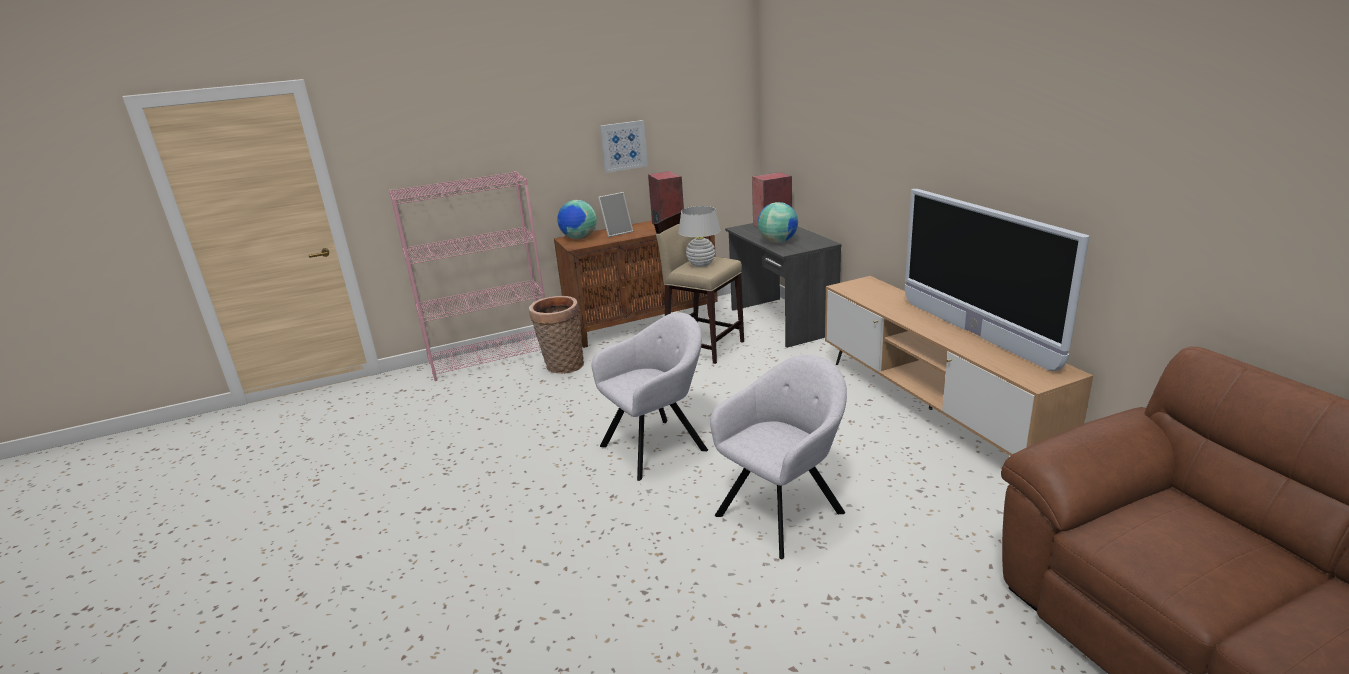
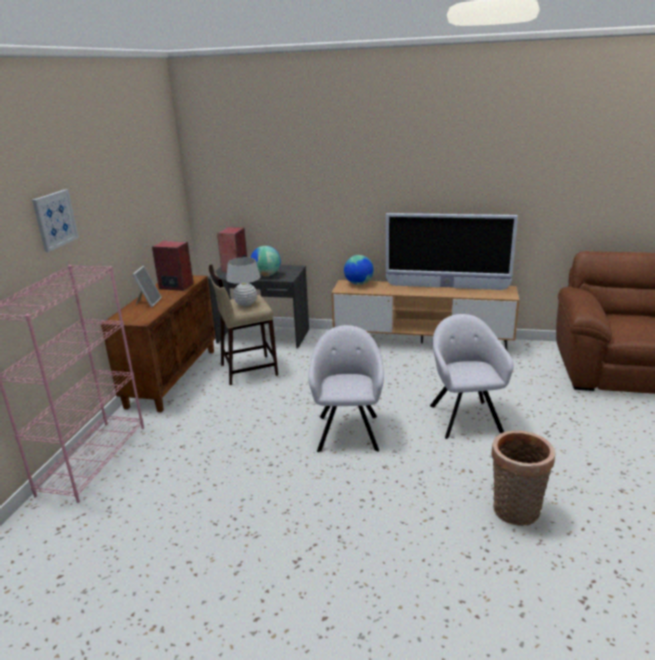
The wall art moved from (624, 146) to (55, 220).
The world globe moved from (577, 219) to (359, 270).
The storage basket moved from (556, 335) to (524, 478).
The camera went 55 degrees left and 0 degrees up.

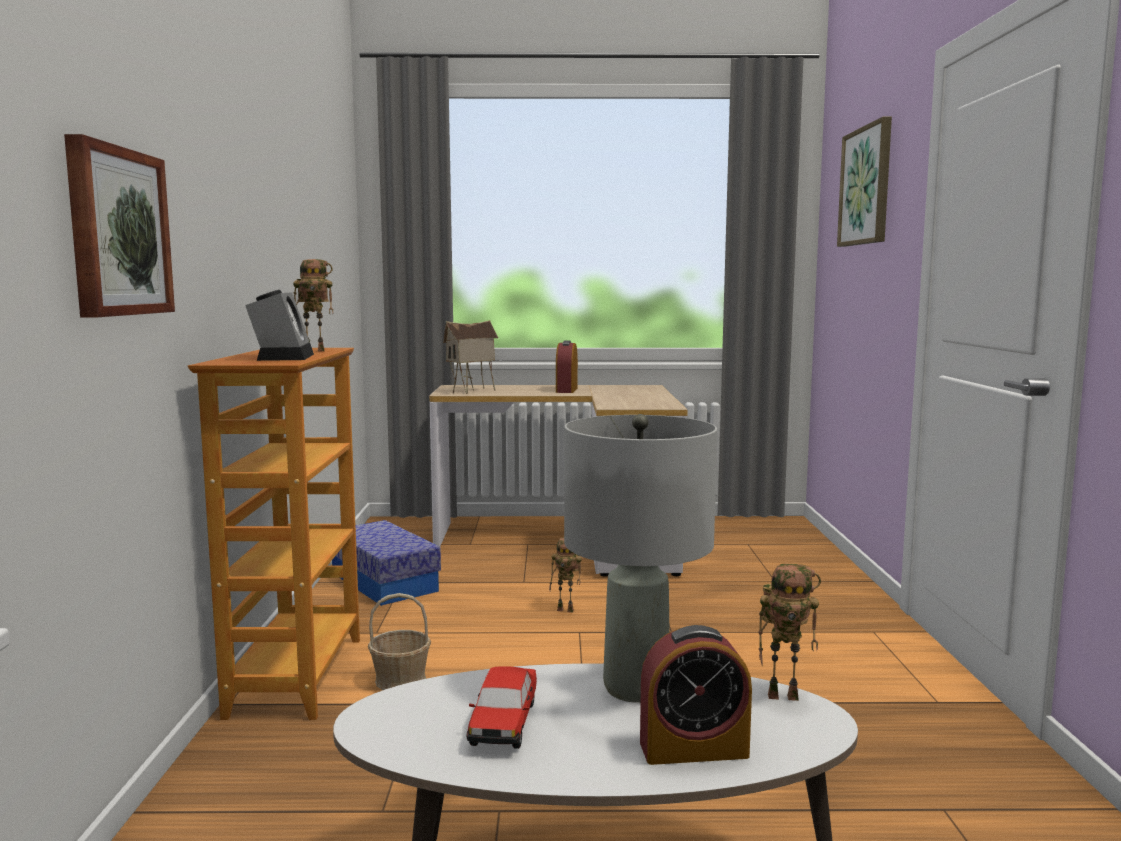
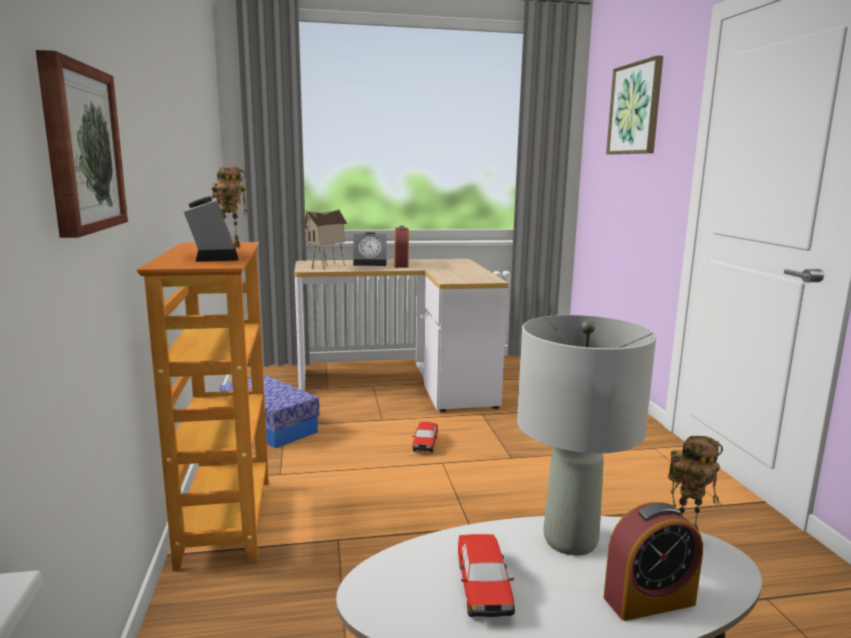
The table clock at (370, 249) appeared.
The robot figure at (565, 575) was replaced by the toy car at (425, 437).
The storage basket at (399, 641) disappeared.
The camera went 10 degrees left and 5 degrees up.

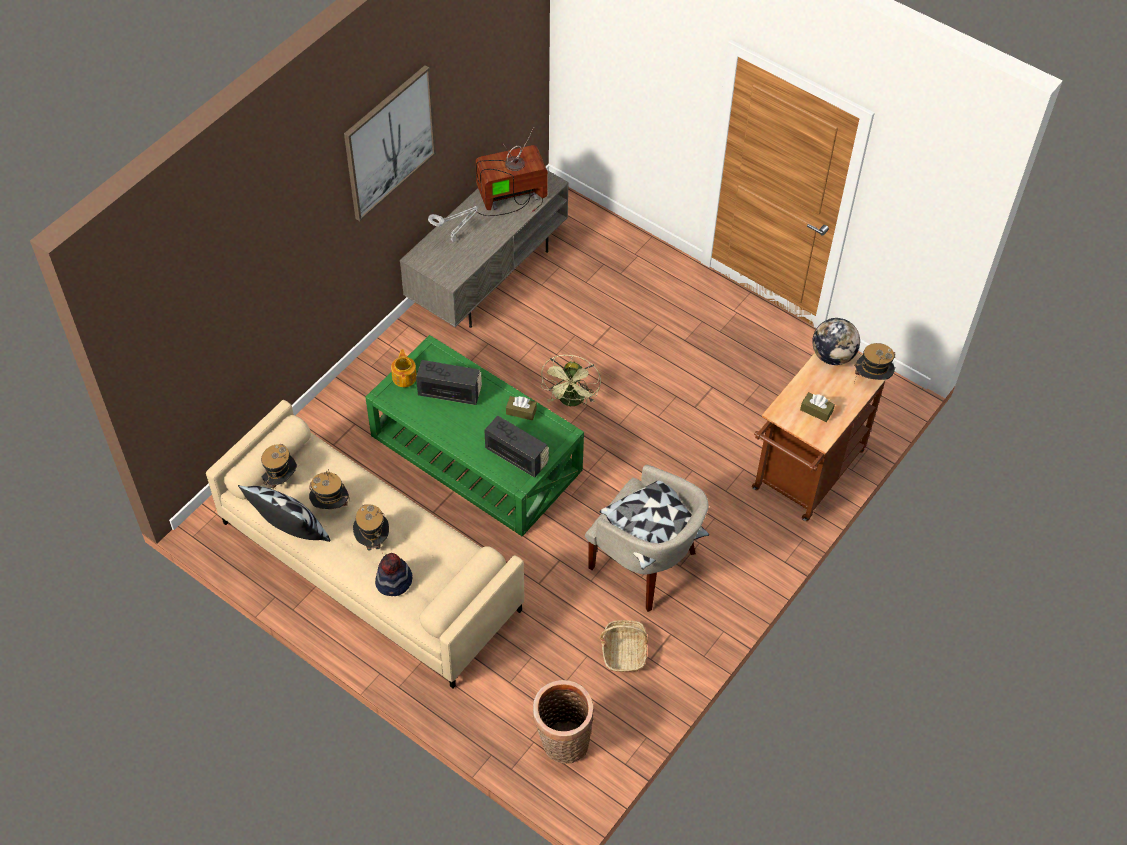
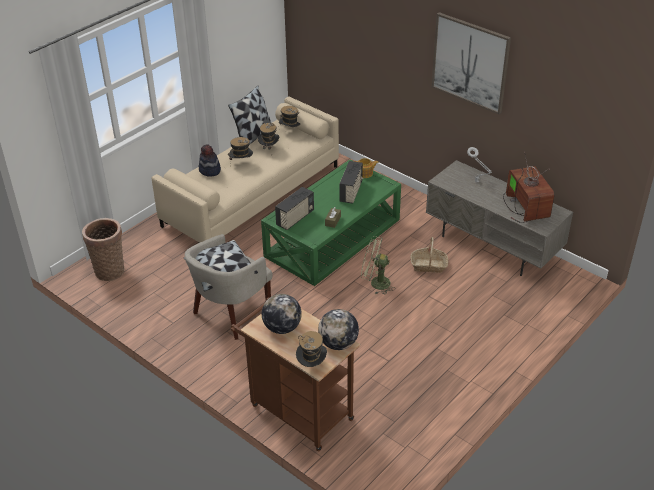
The brown tissue box at (817, 407) was replaced by the world globe at (282, 314).
The storage basket moved from (624, 646) to (429, 255).
The camera went 95 degrees right and 15 degrees down.

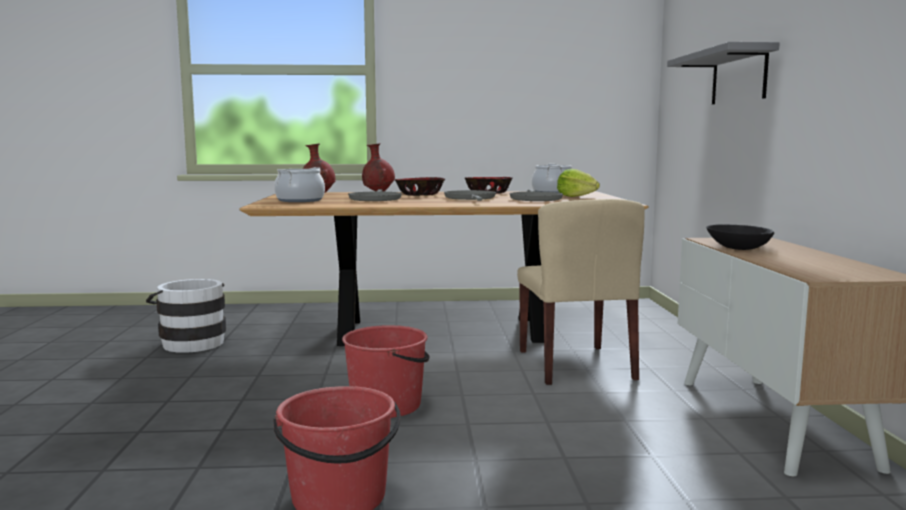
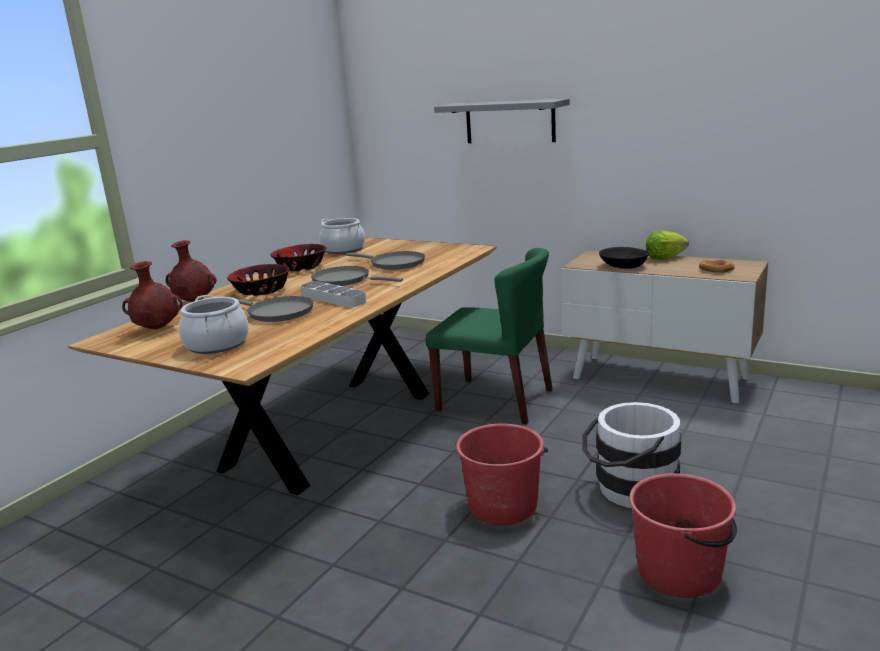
The greyish serving tray at (333, 294) appeared.
The beige chair at (581, 292) became the green chair at (489, 336).
The white bucket moved from (186, 316) to (632, 455).
The head of lettuce moved from (578, 183) to (667, 245).
The bread at (717, 266) appeared.
The camera went 55 degrees left and 10 degrees up.

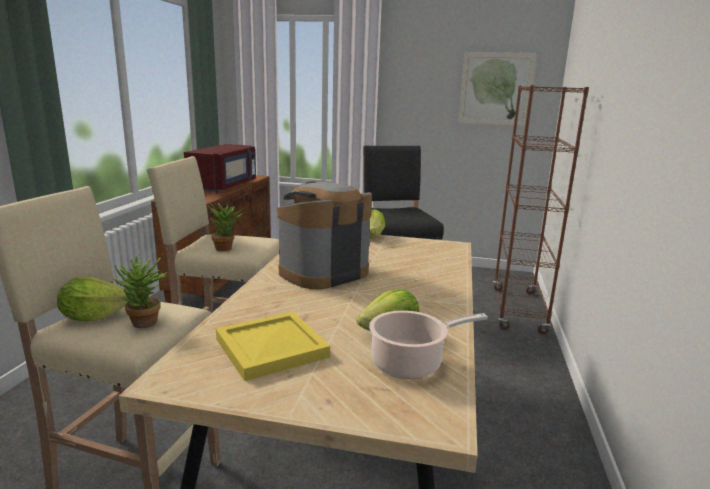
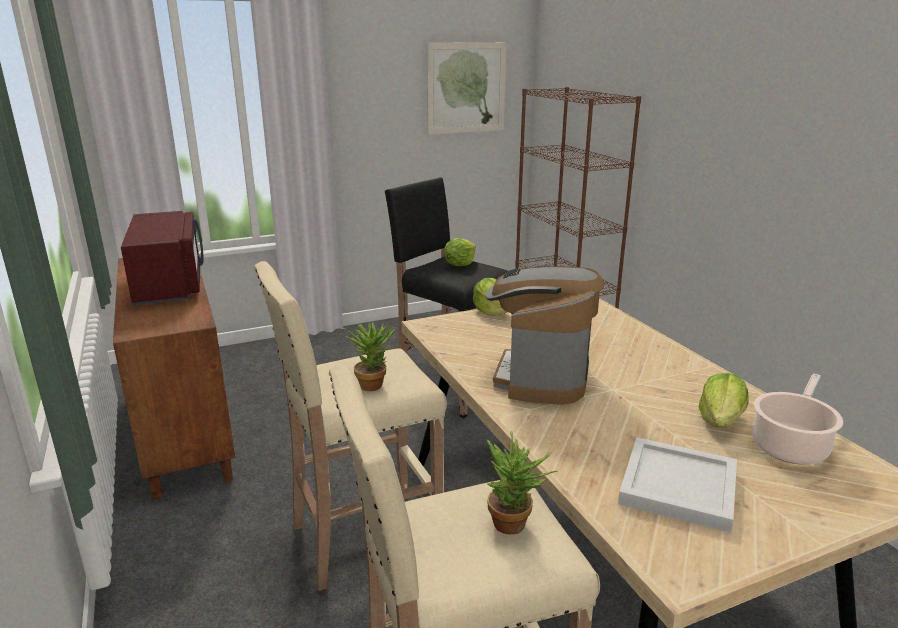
The head of lettuce moved from (94, 299) to (460, 252).
The yellow serving tray at (273, 346) became the white serving tray at (677, 485).
The camera went 35 degrees left and 5 degrees up.

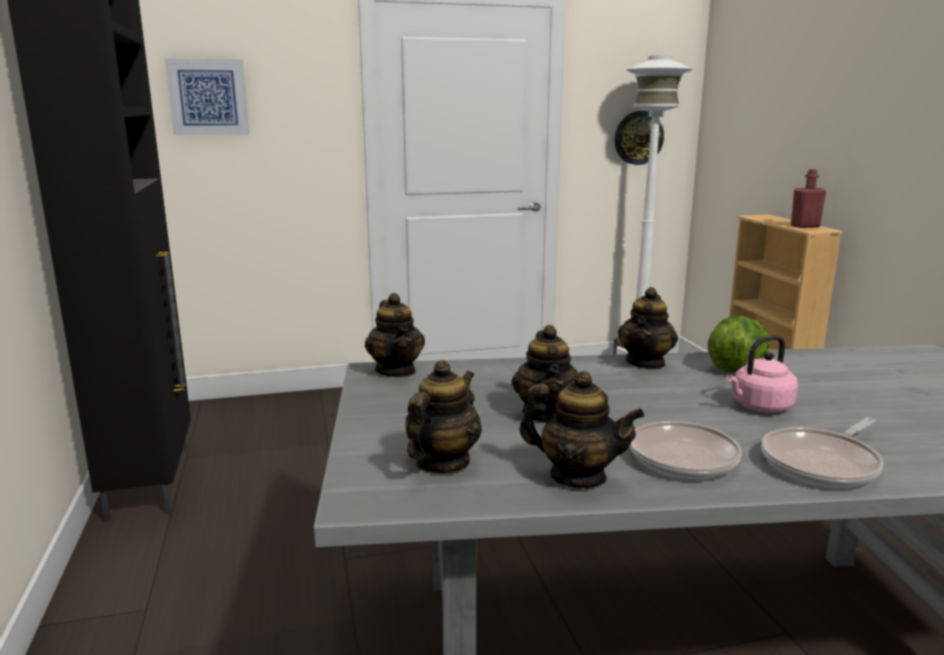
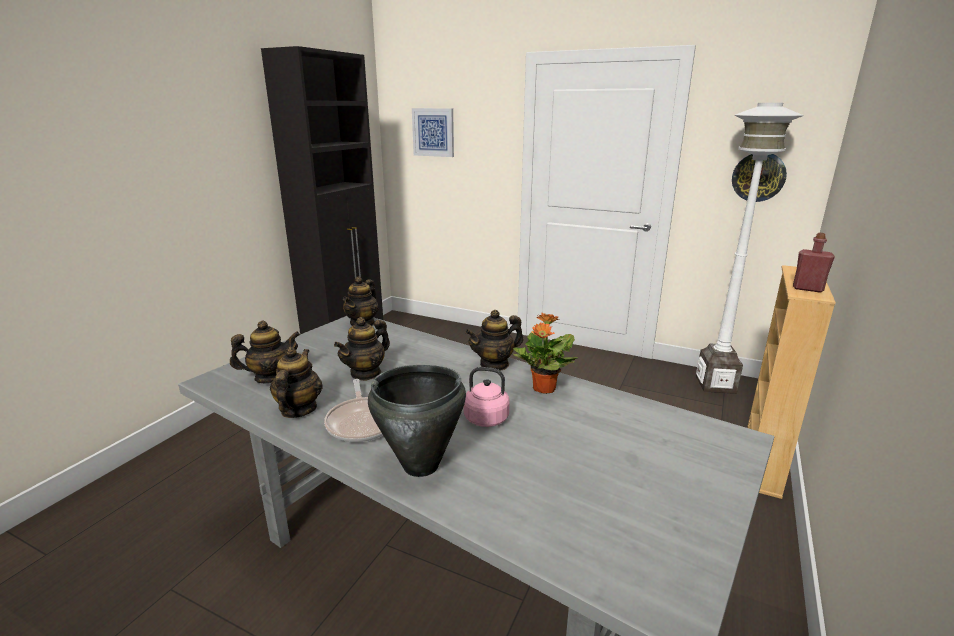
The teapot at (582, 429) turned 150 degrees counterclockwise.
The pan at (822, 452) was replaced by the black stockpot at (417, 421).
The head of lettuce at (739, 344) was replaced by the potted plant at (545, 353).
The camera went 40 degrees right and 5 degrees up.

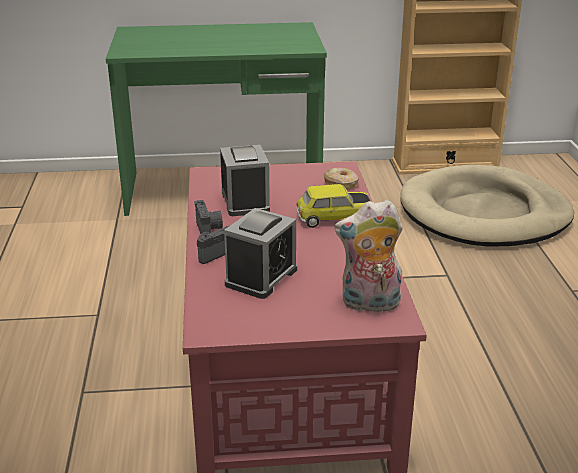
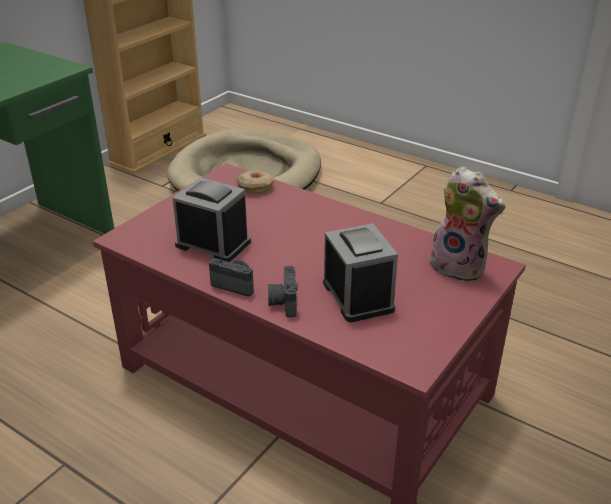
The soft toy at (368, 256) turned 90 degrees counterclockwise.
The toy car at (333, 206) disappeared.
The camera went 50 degrees left and 5 degrees up.

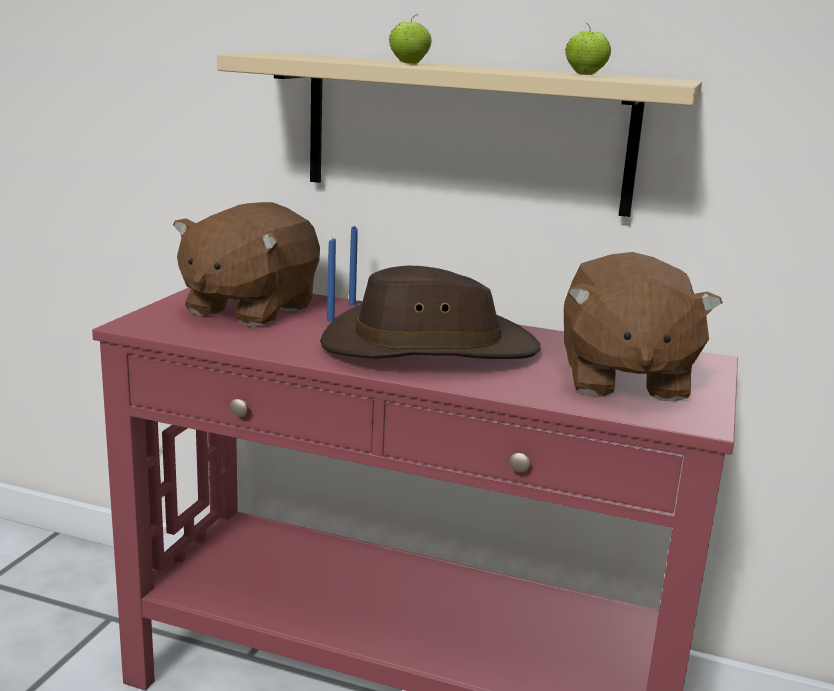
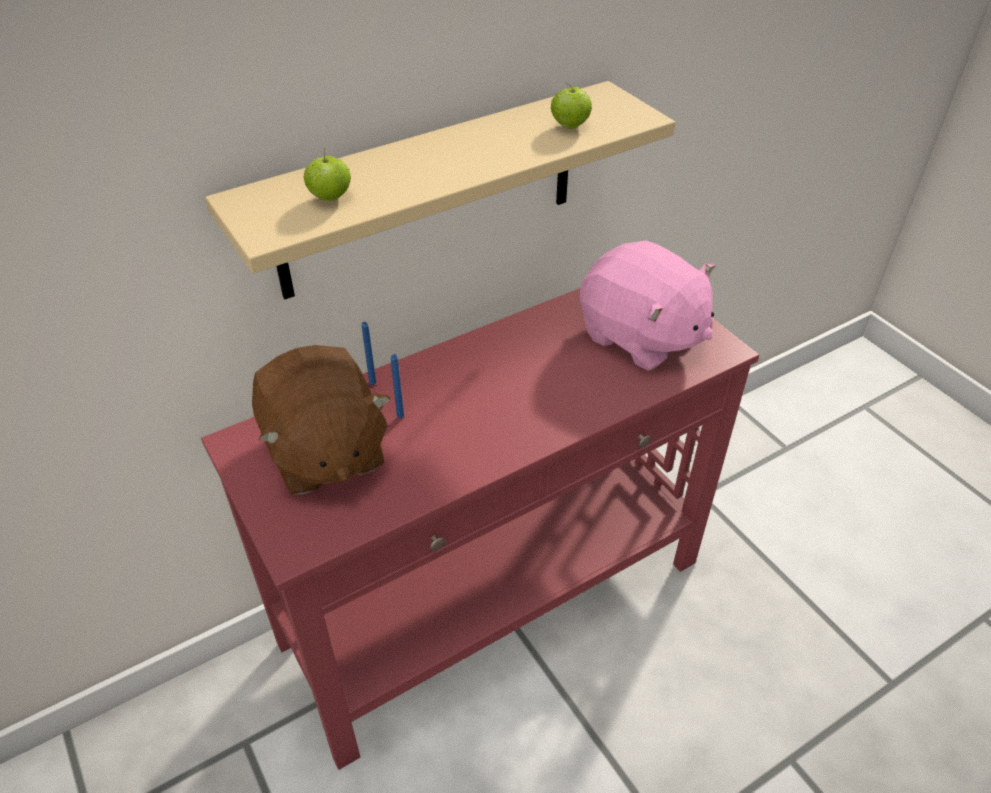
The apple moved from (410, 39) to (327, 174).
The brown soft toy at (643, 327) became the pink soft toy at (647, 305).
The brown hat at (430, 312) disappeared.
The camera went 50 degrees left and 25 degrees up.

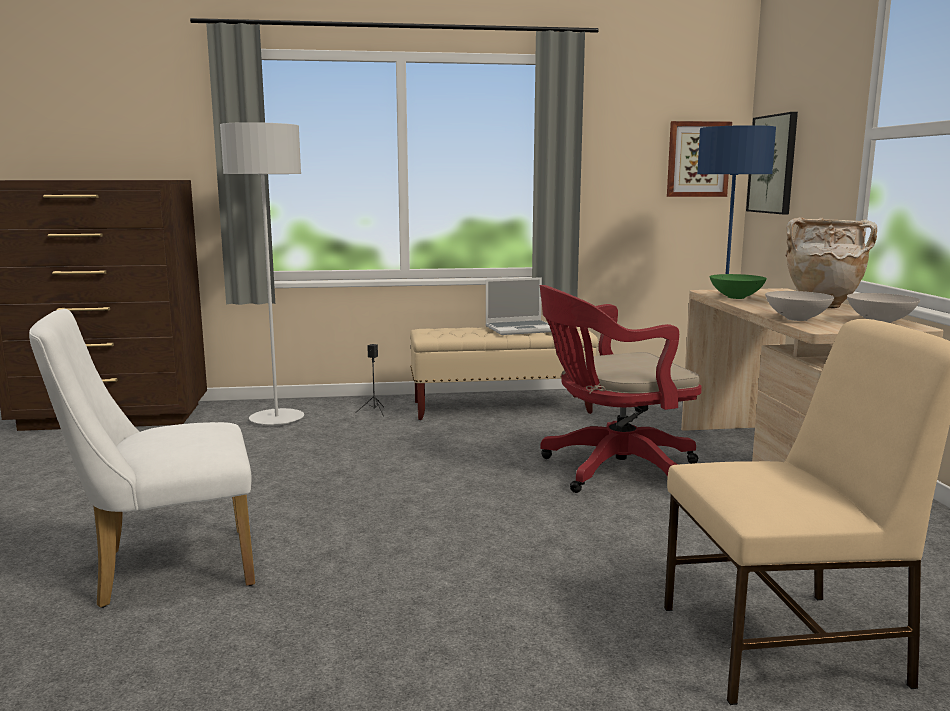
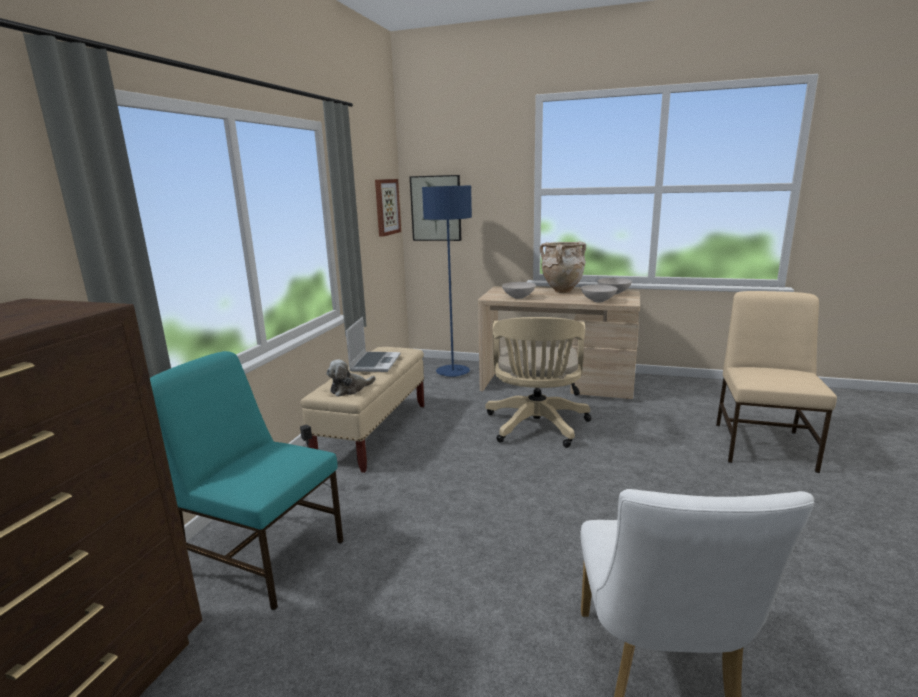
The greyish floor lamp at (262, 274) was replaced by the turquoise-coloured chair at (246, 481).
The soft toy at (351, 378) appeared.
The red office chair at (621, 389) became the beige office chair at (538, 382).
The green deep dish at (738, 286) became the white deep dish at (519, 290).
The camera went 65 degrees left and 5 degrees up.

